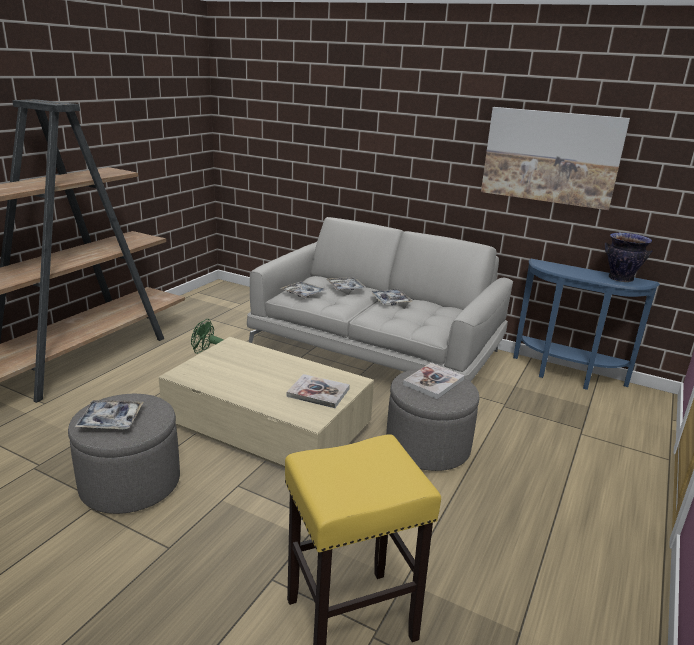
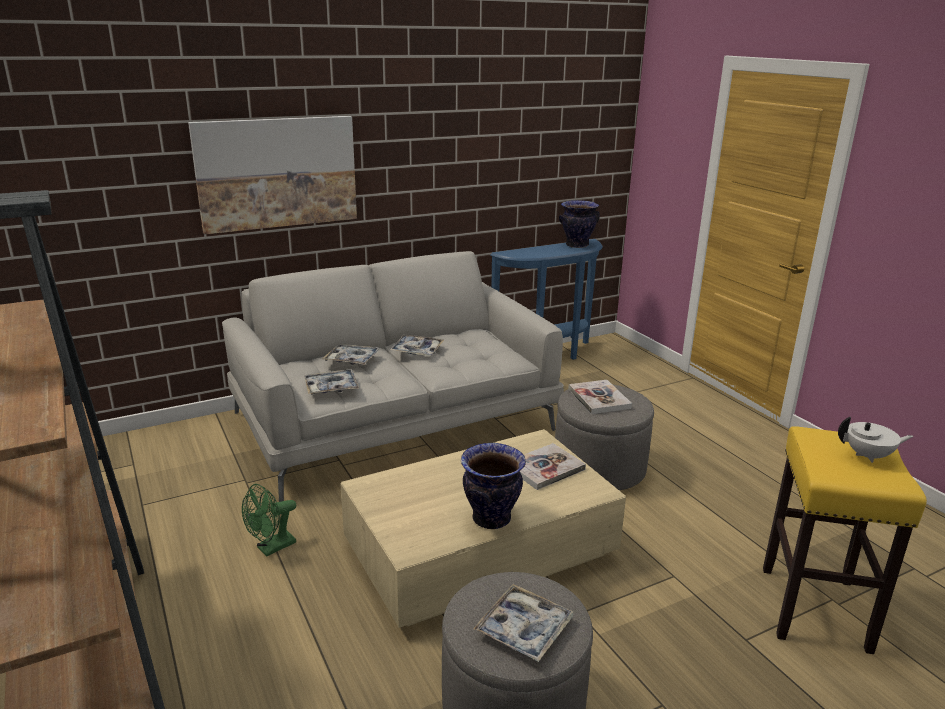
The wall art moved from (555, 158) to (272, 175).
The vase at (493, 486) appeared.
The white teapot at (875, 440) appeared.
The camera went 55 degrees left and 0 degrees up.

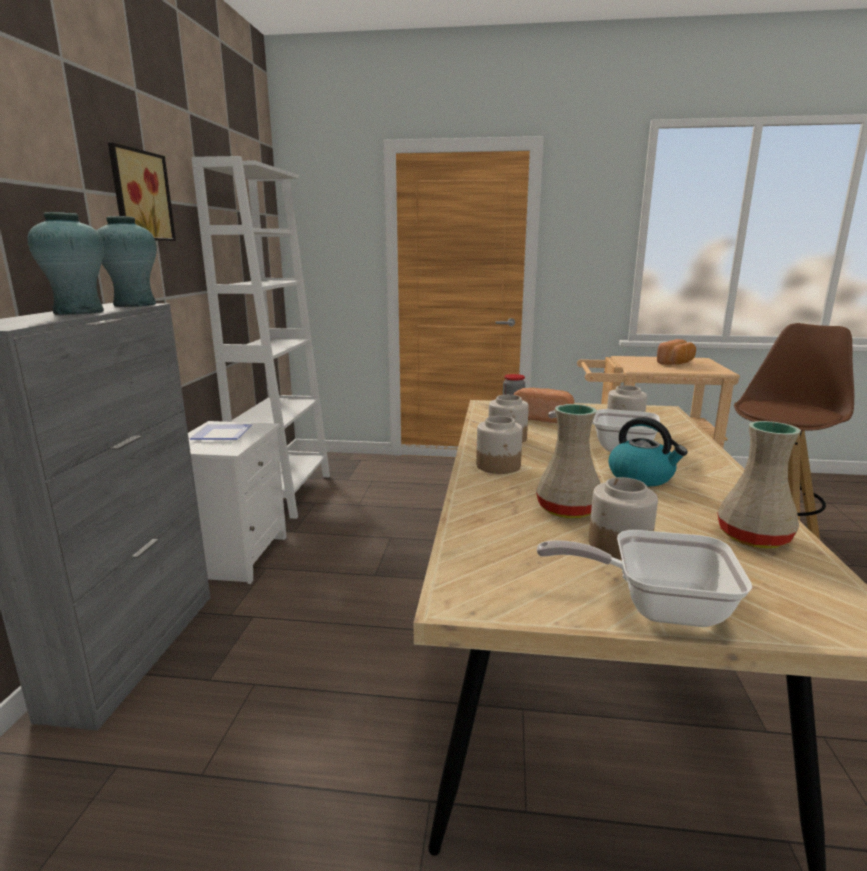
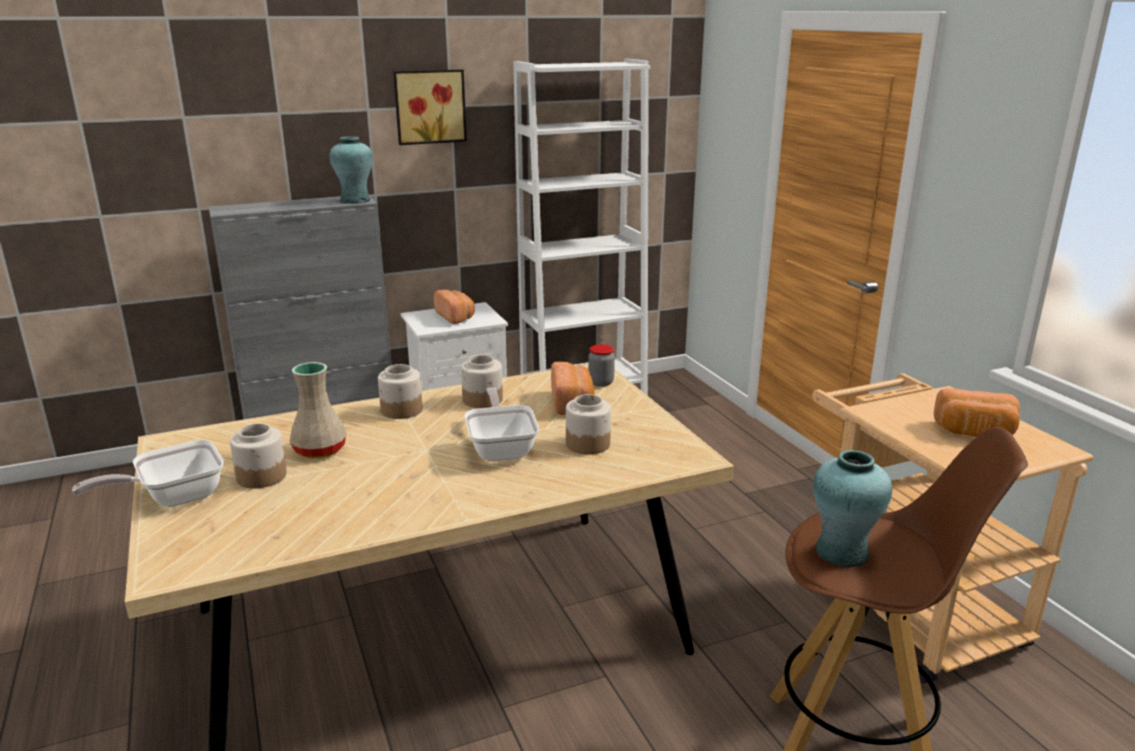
The pan at (644, 578) turned 105 degrees counterclockwise.
The dinner plate at (220, 432) was replaced by the bread at (454, 306).
The turquoise-coloured vase moved from (65, 263) to (852, 508).
The tea kettle at (648, 451) disappeared.
The beige vase at (759, 485) disappeared.
The camera went 60 degrees right and 5 degrees up.

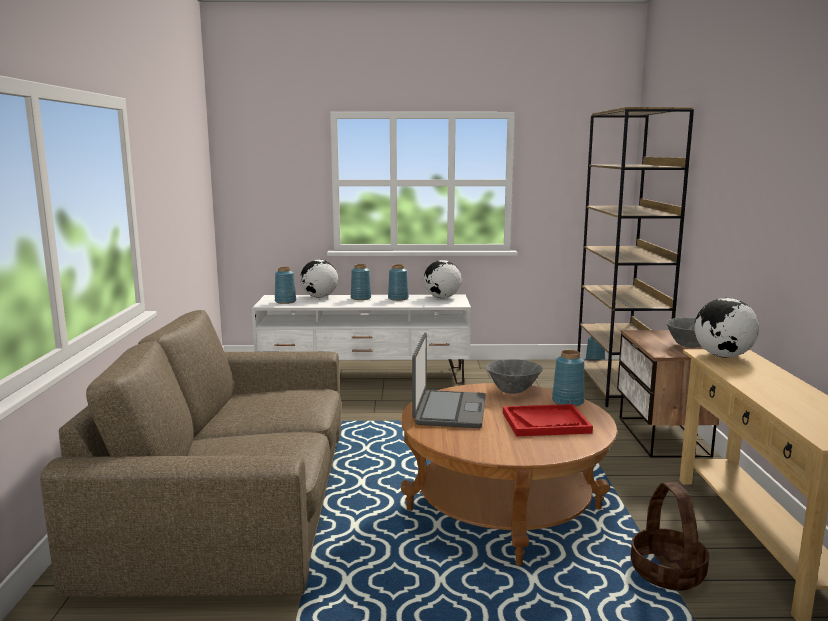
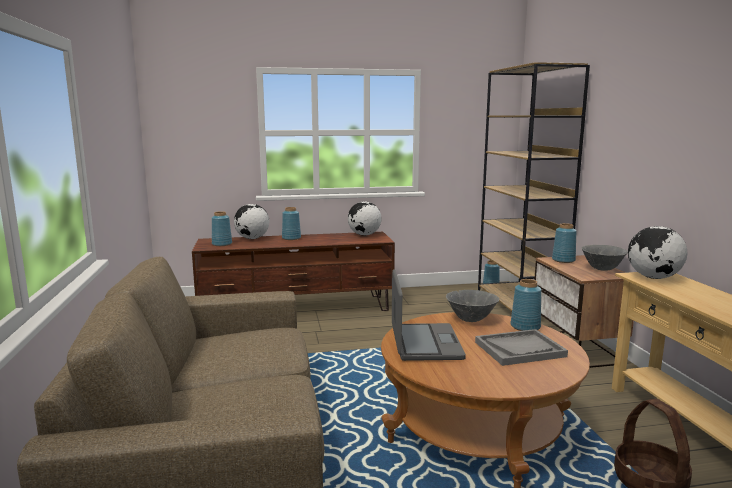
The white tv stand at (361, 339) became the brown tv stand at (293, 271).
The red serving tray at (548, 420) became the greyish serving tray at (521, 347).
The bluish vase moved from (398, 282) to (564, 243).
The camera went 10 degrees left and 0 degrees up.

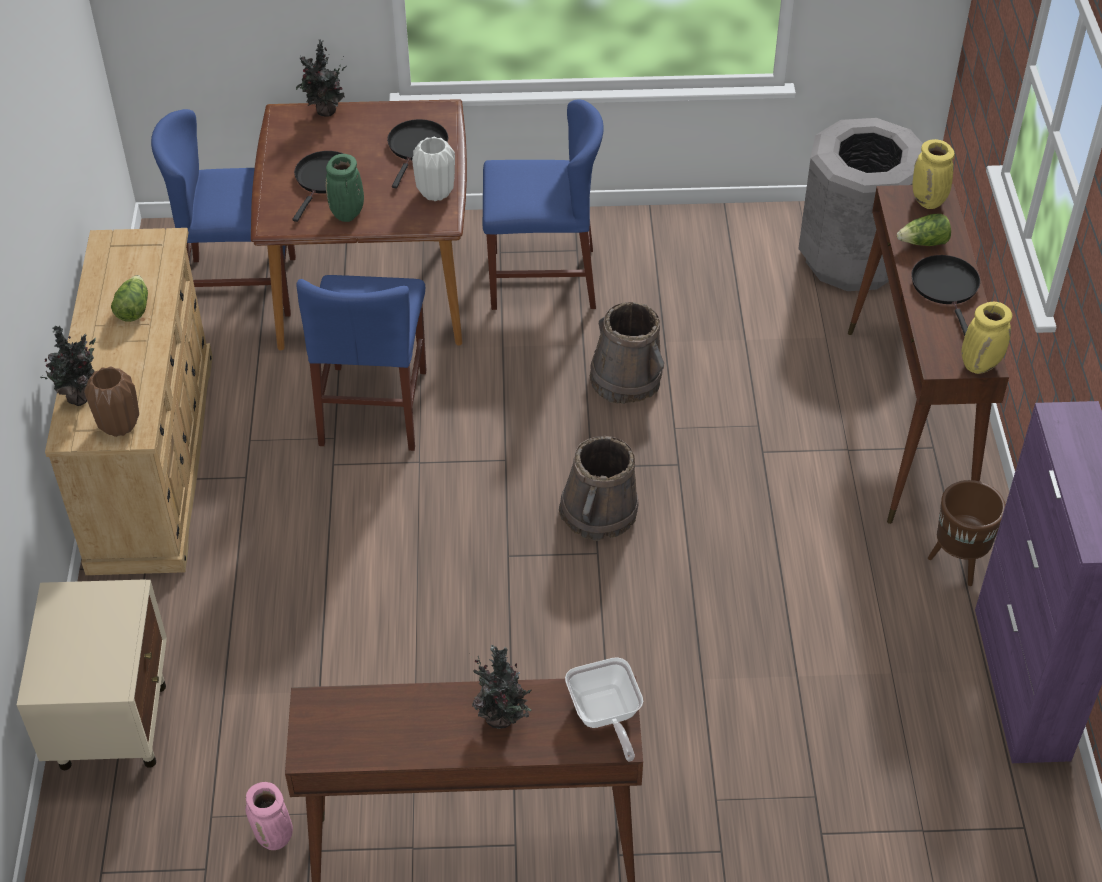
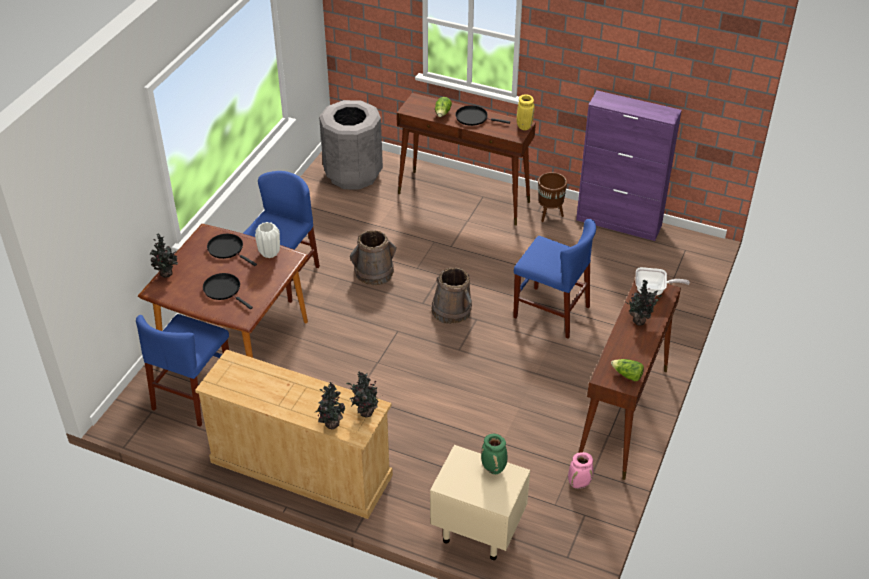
The brown vase at (111, 402) was replaced by the potted plant at (362, 394).
The green vase moved from (344, 188) to (494, 454).
The bluish chair moved from (361, 363) to (554, 279).
The head of lettuce moved from (129, 298) to (627, 370).
The yellow vase at (933, 174) disappeared.
The camera went 65 degrees left and 5 degrees down.

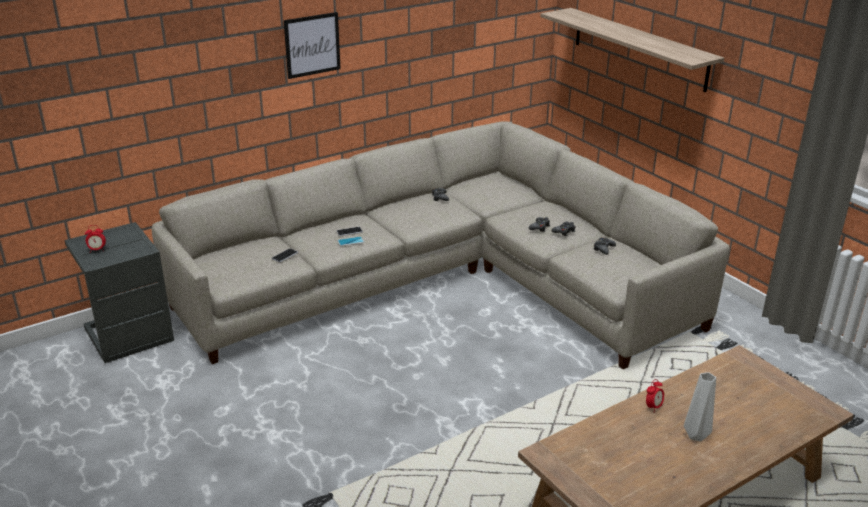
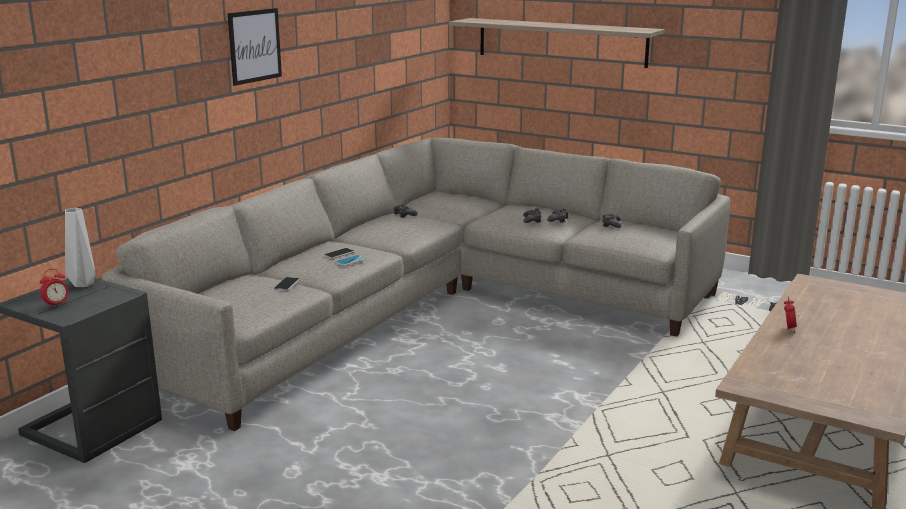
The greyish vase moved from (700, 406) to (80, 247).
The camera went 25 degrees left and 10 degrees down.

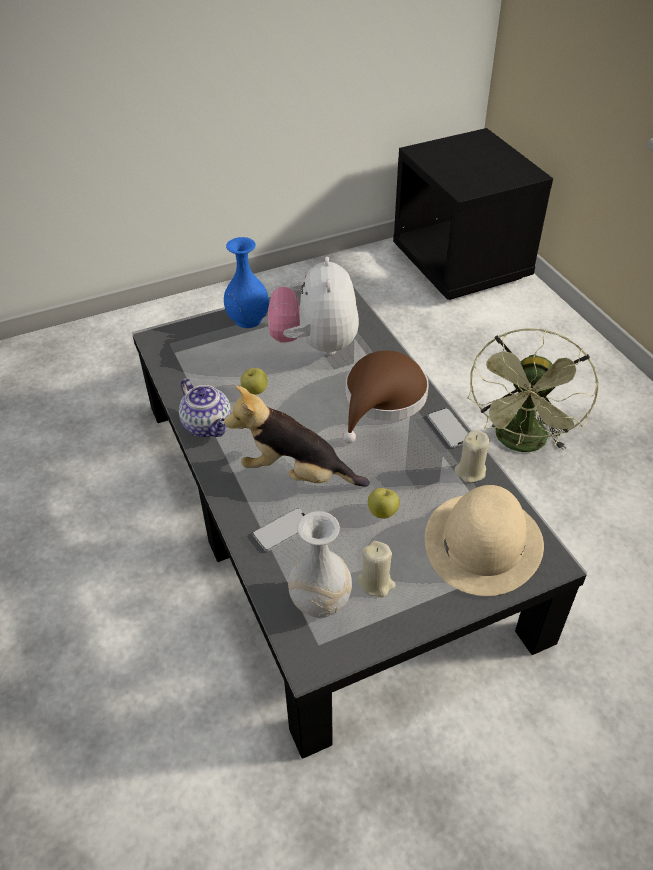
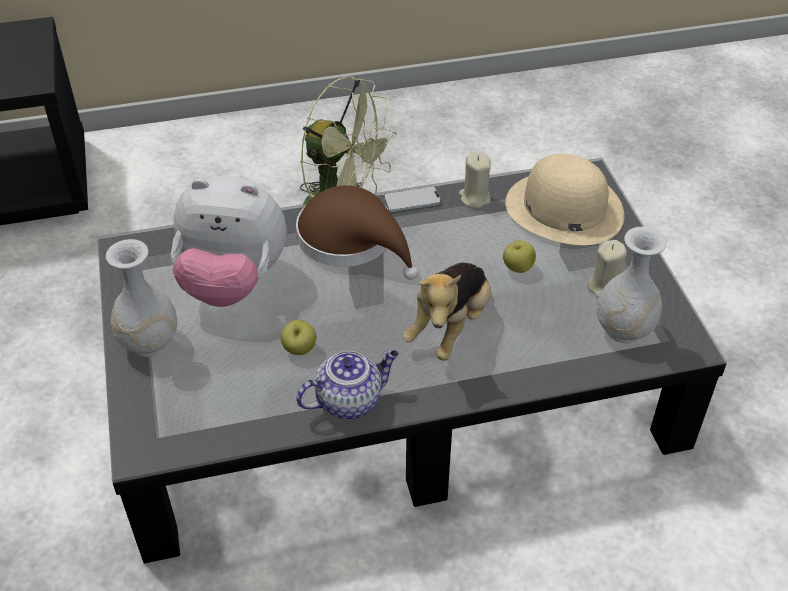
The bluish vase at (246, 282) became the white vase at (141, 298).
The phone at (279, 530) disappeared.
The camera went 80 degrees left and 0 degrees up.

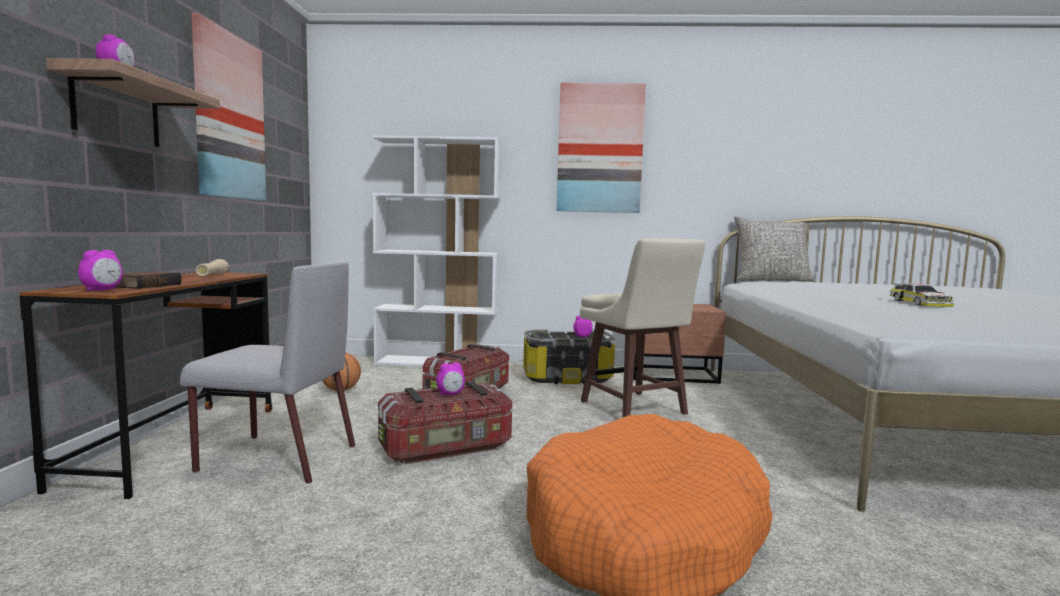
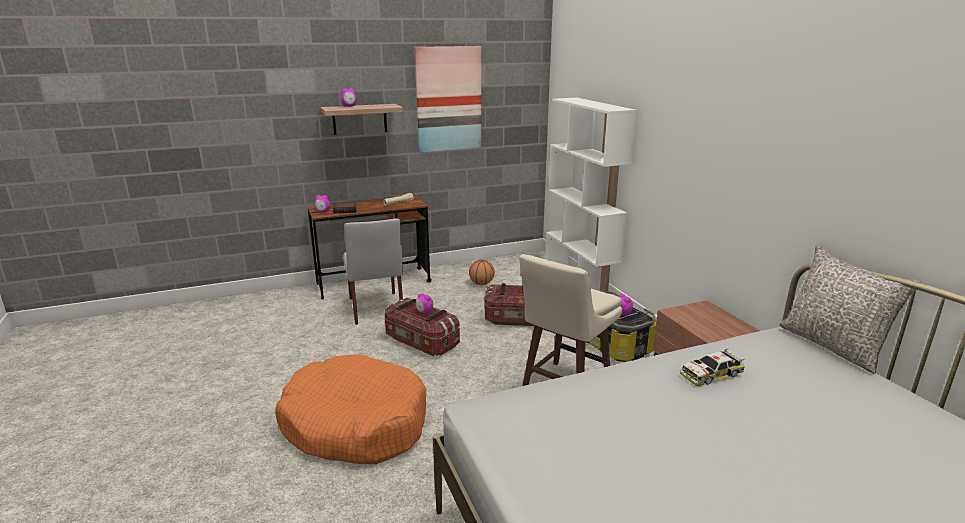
The toy car moved from (922, 295) to (712, 367).
The wall art at (601, 148) disappeared.
The camera went 65 degrees right and 15 degrees up.

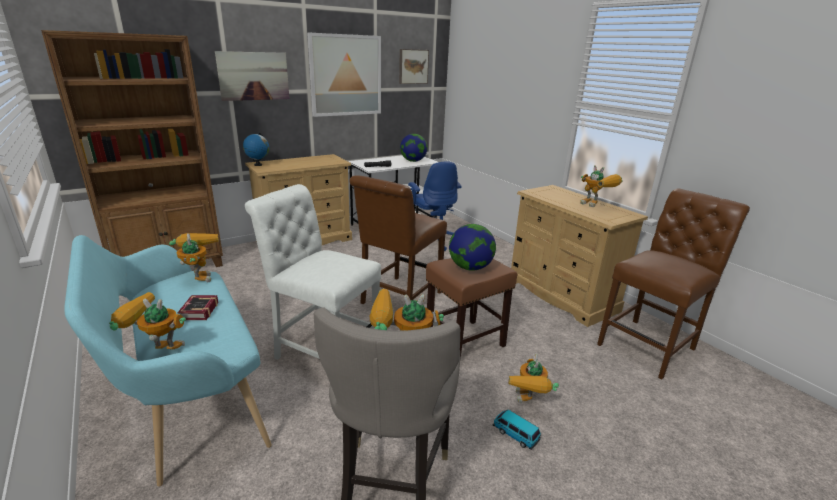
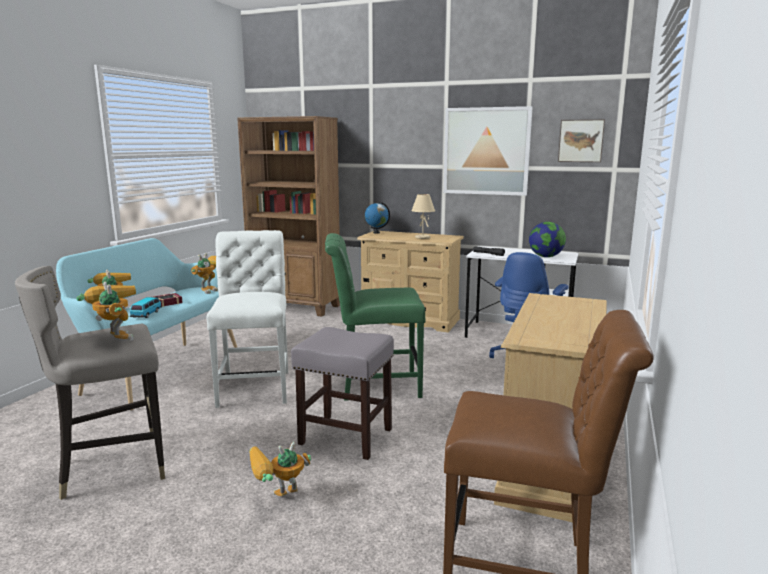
The toy car moved from (517, 430) to (146, 307).
The brown stool seat at (471, 308) became the greyish stool seat at (342, 393).
The brown chair at (398, 239) became the green chair at (375, 317).
The beige lamp for a table at (423, 216) appeared.
The wall art at (252, 76) disappeared.
The world globe at (472, 247) disappeared.
The robot figure at (601, 186) disappeared.
The camera went 55 degrees right and 10 degrees down.

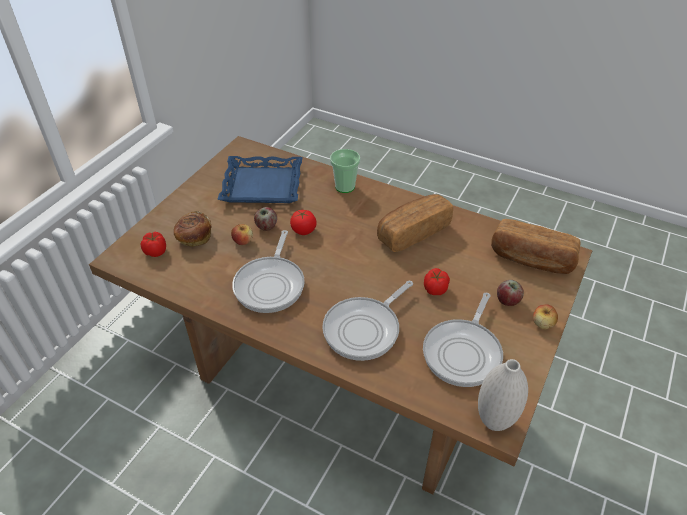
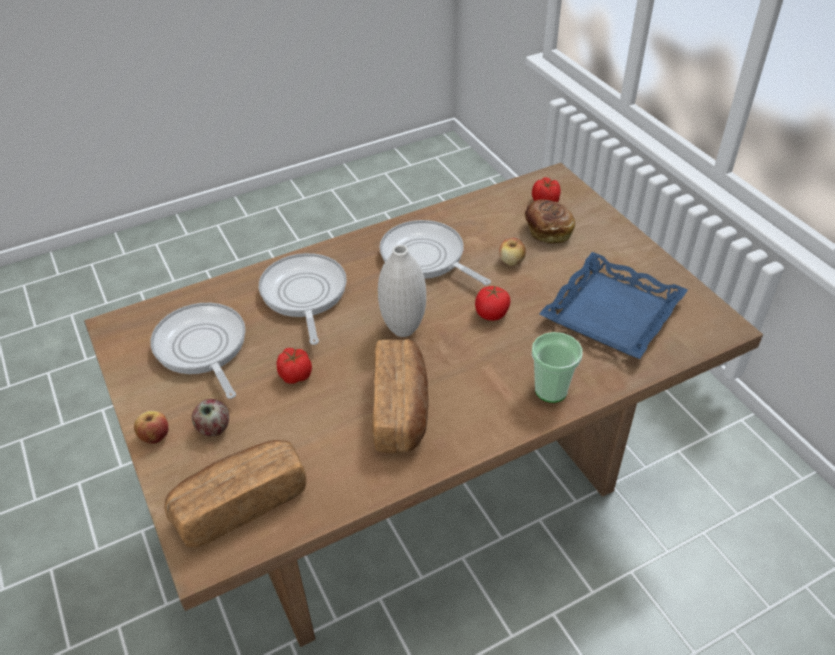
The white vase moved from (503, 395) to (402, 291).
The apple at (265, 219) disappeared.
The camera went 125 degrees right and 0 degrees up.

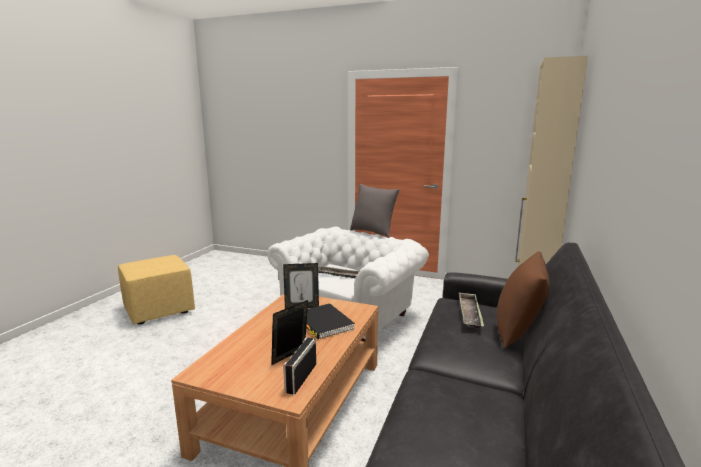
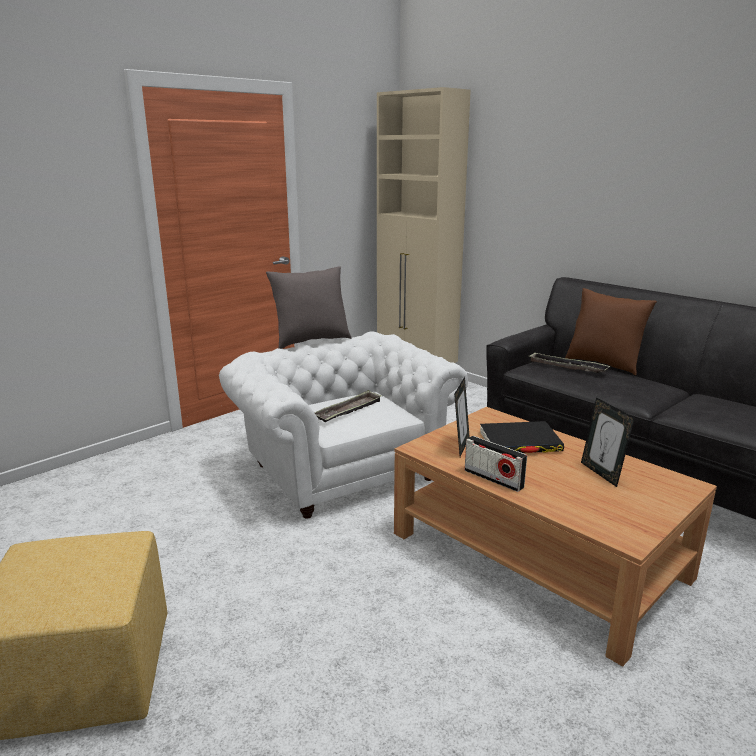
The radio moved from (299, 366) to (496, 464).
The camera went 65 degrees left and 5 degrees up.

